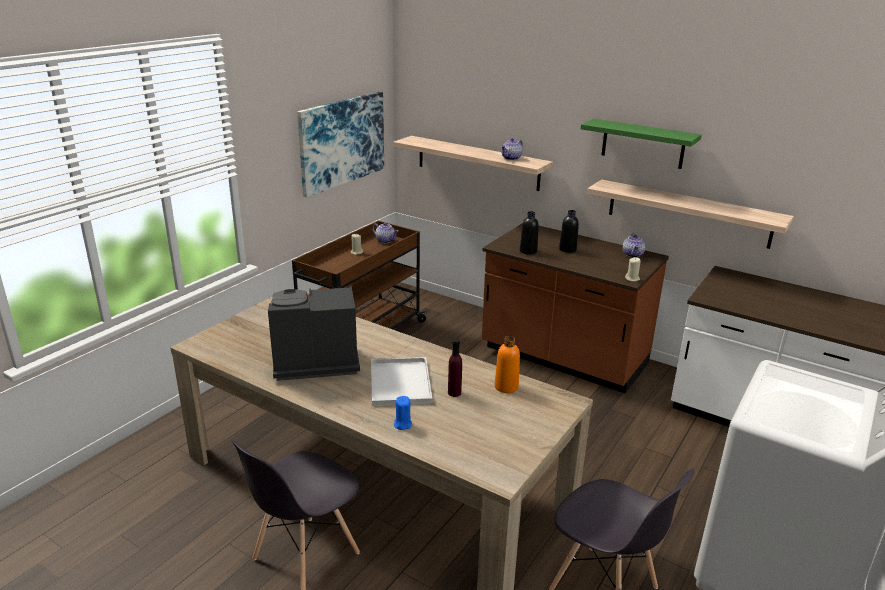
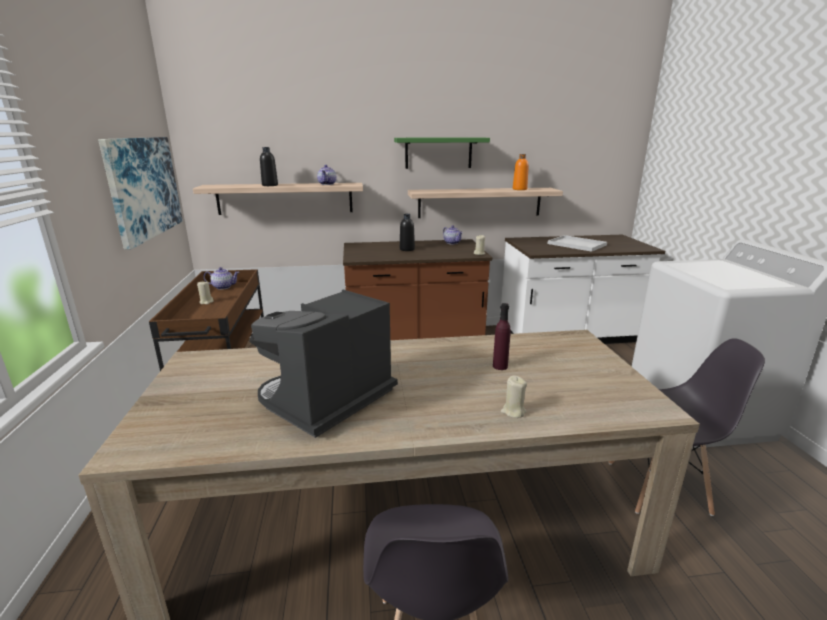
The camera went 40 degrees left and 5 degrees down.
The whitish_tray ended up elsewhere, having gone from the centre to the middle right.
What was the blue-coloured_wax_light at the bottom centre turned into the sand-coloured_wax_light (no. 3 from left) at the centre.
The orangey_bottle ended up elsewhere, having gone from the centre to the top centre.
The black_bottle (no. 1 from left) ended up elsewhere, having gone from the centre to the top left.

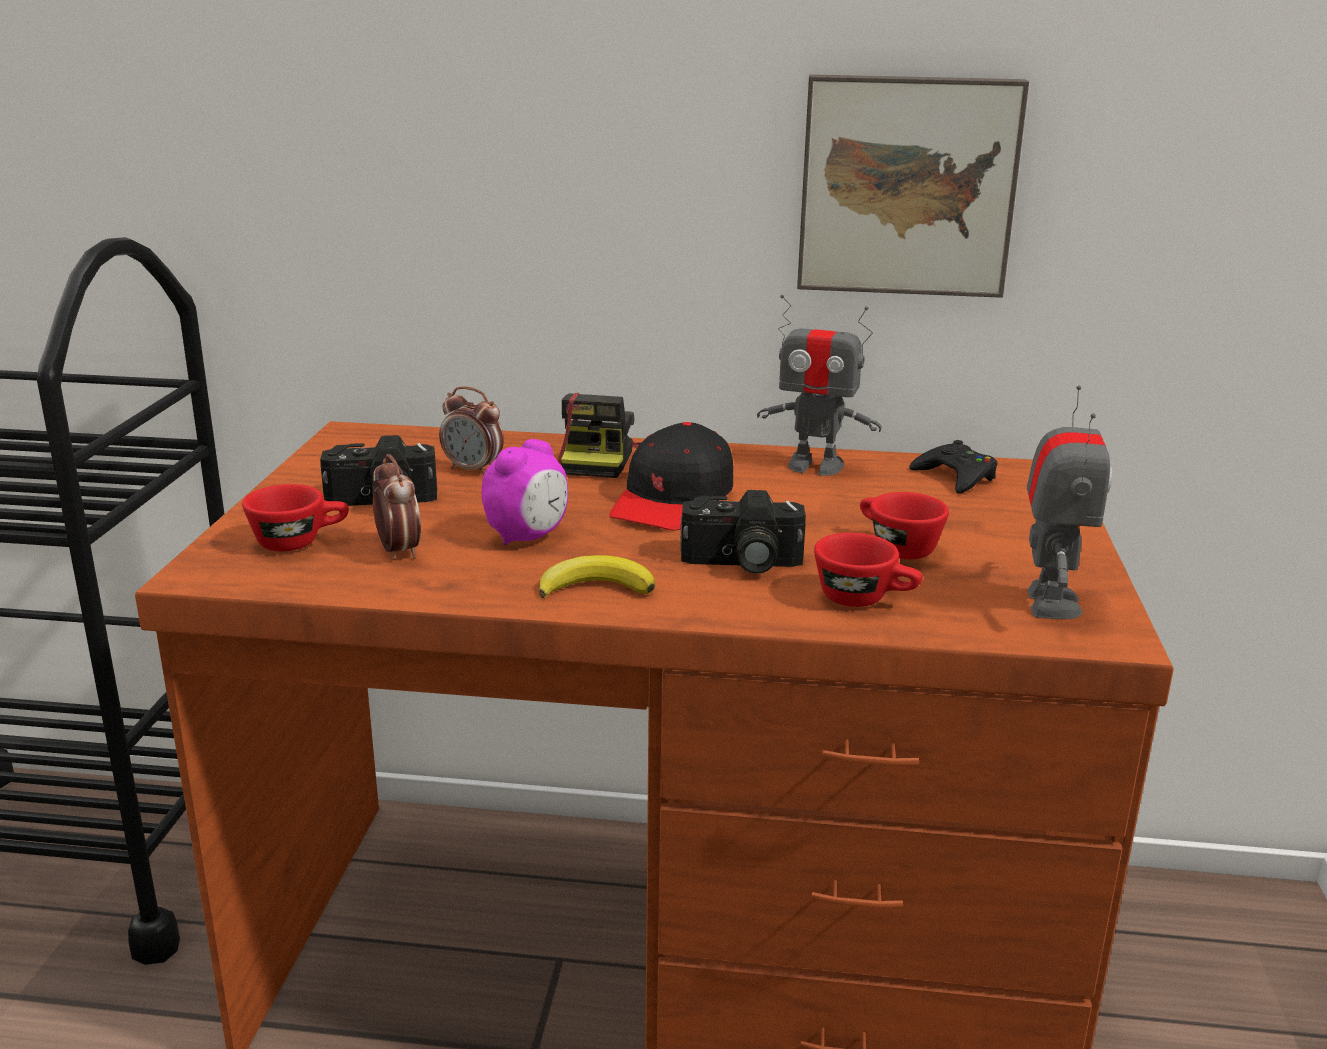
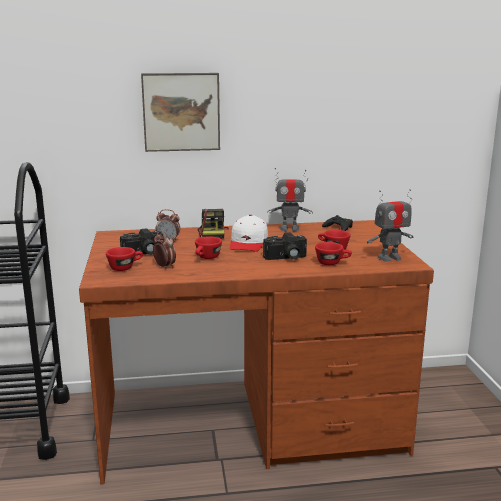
The camera went 15 degrees left and 5 degrees down.
Where the alarm_clock (no. 3 from left) stood at the centre, the reddish_cup (no. 2 from left) came to stand at the centre.
The second view lost the banana at the centre.
What was the black_peaked_cap at the centre turned into the whitish_peaked_cap at the centre.
The picture ended up elsewhere, having gone from the top right to the top centre.
The model_robot (no. 2 from left) at the middle right ended up facing another way, 75 degrees clockwise from before.

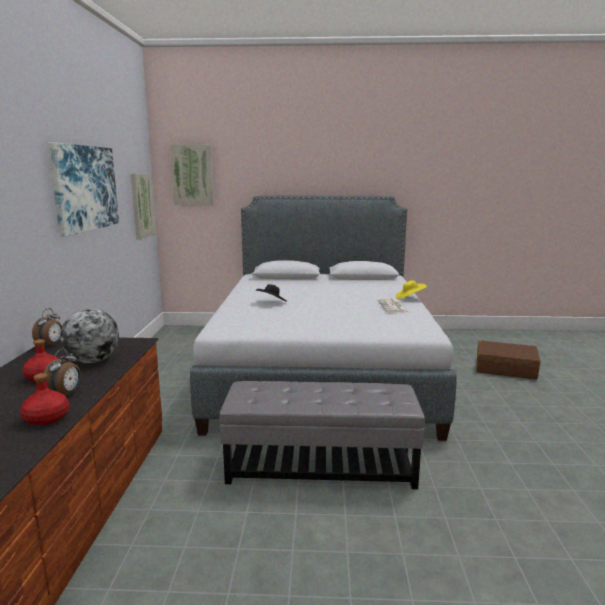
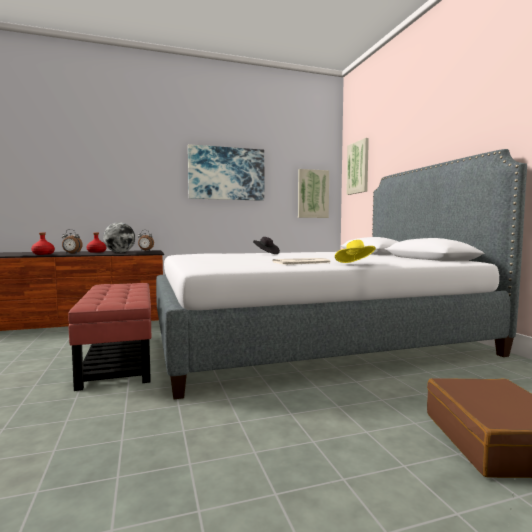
The camera went 70 degrees right and 10 degrees down.
What was the grey_pouffe at the bottom centre turned into the reddish_pouffe at the middle left.

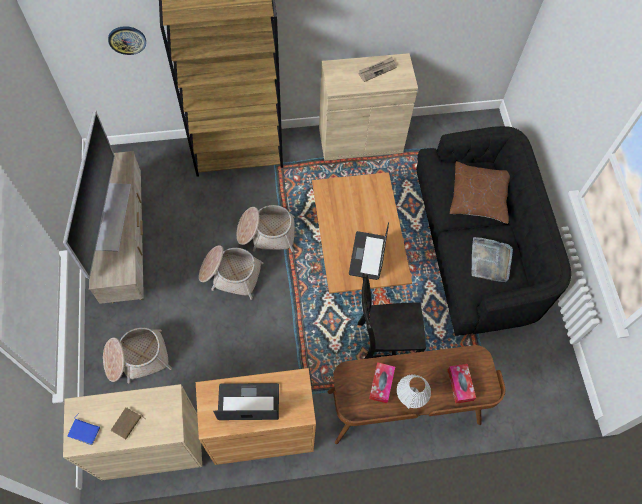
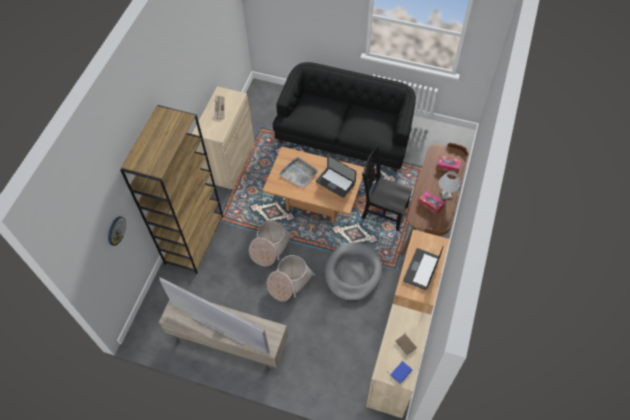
The camera went 60 degrees left and 5 degrees down.
The second view lost the basket (no. 1 from left) at the bottom left.
The black_plain_chair at the centre ended up facing another way, 90 degrees clockwise from before.
The second view lost the brown-coloured_cushion at the middle right.
The grey_tray ended up elsewhere, having gone from the middle right to the centre.
The second view gained the grey_dog_bed at the centre.

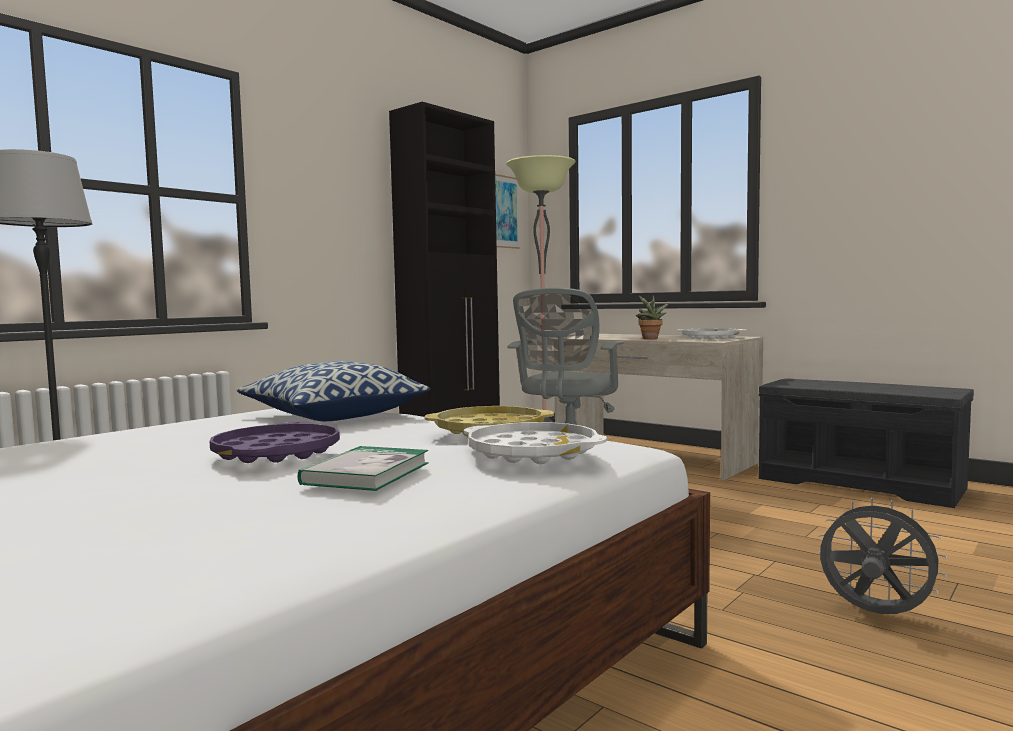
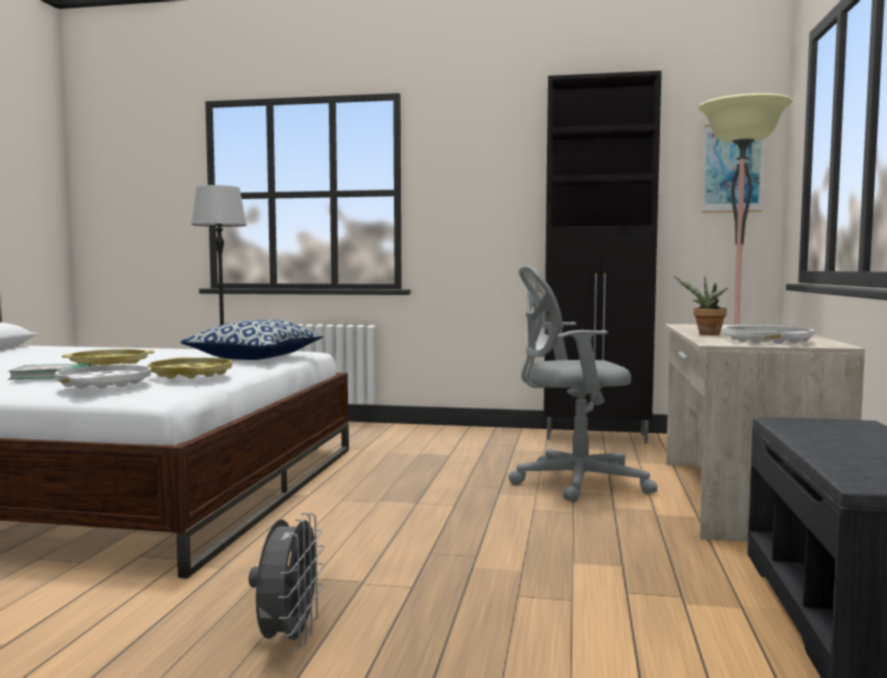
The camera went 60 degrees right and 0 degrees up.
What was the purple_tray at the middle left turned into the yellow-coloured_tray (no. 1 from left) at the middle left.

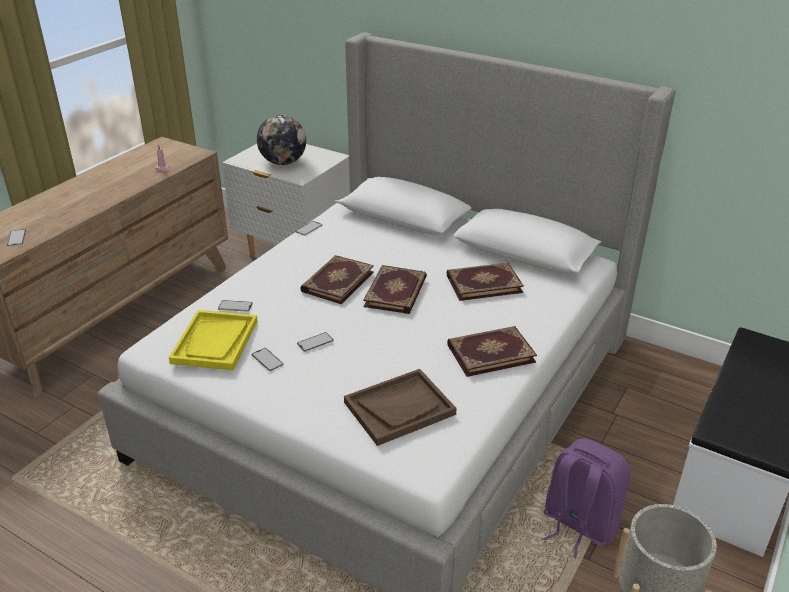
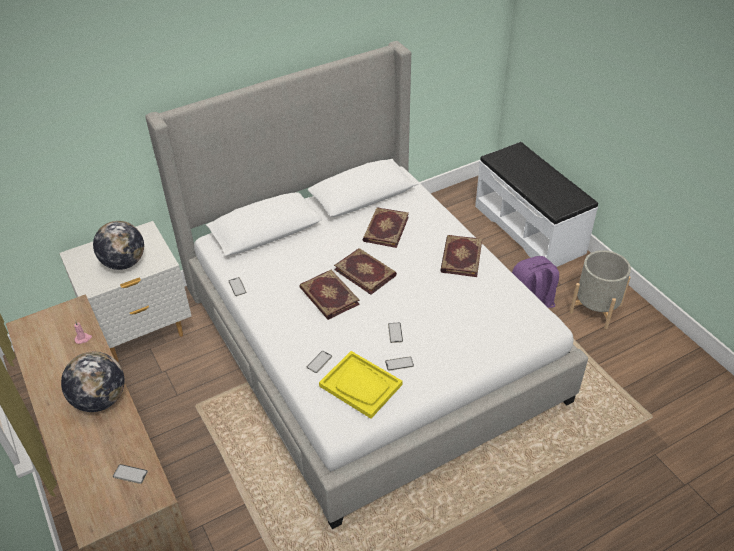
The camera went 60 degrees left and 10 degrees up.
The second view lost the brown-coloured_tray at the bottom centre.
The second view gained the world_globe (no. 1 from left) at the bottom left.

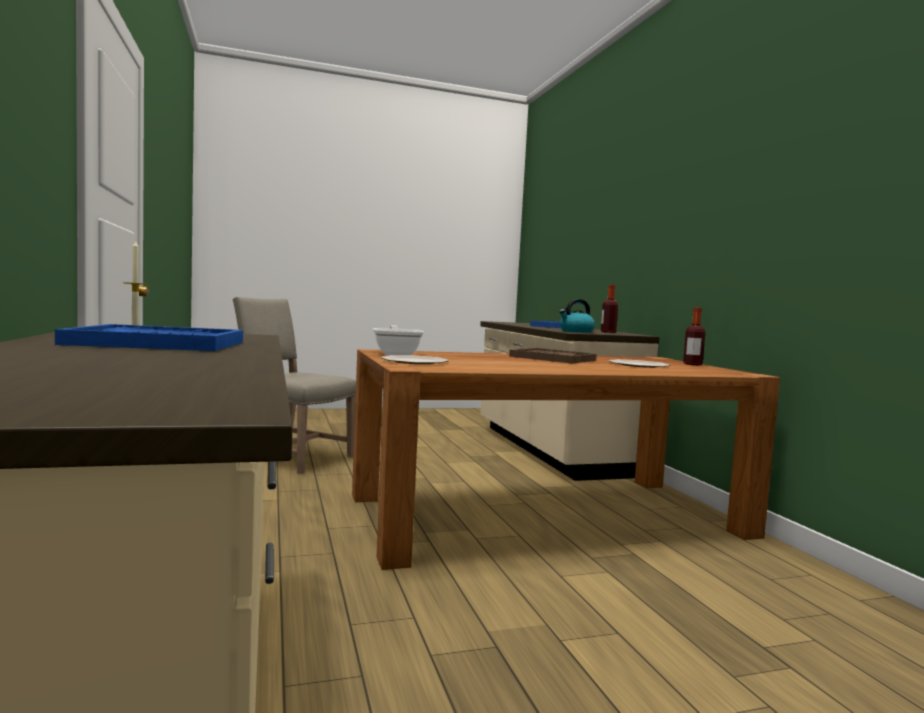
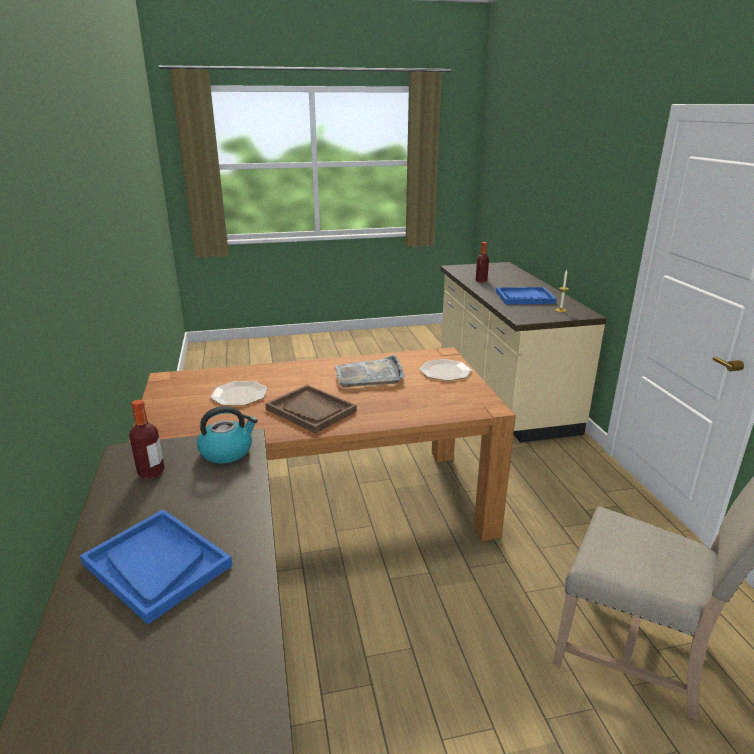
The camera went 175 degrees left and 20 degrees up.
The second view lost the pan at the centre.
The bottle (no. 2 from left) ended up elsewhere, having gone from the middle right to the centre.
The second view gained the grey_tray at the centre.

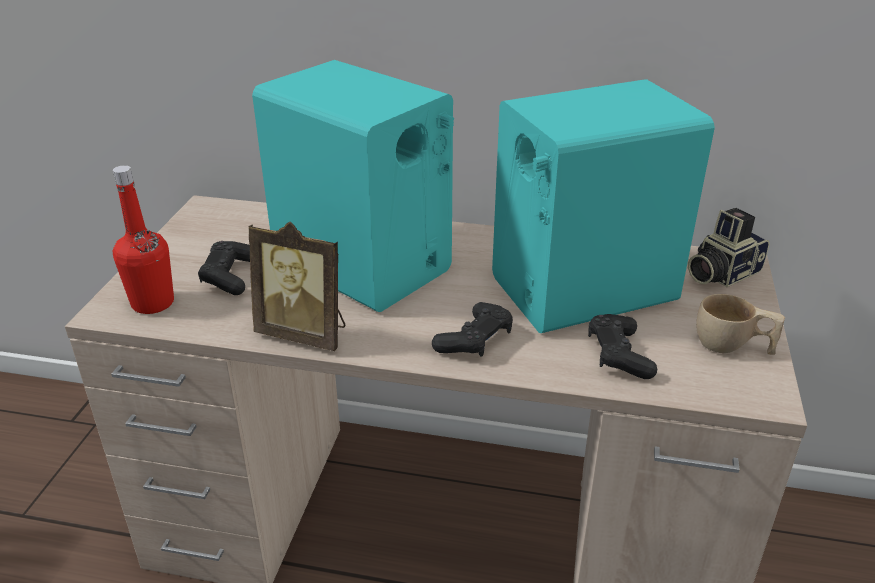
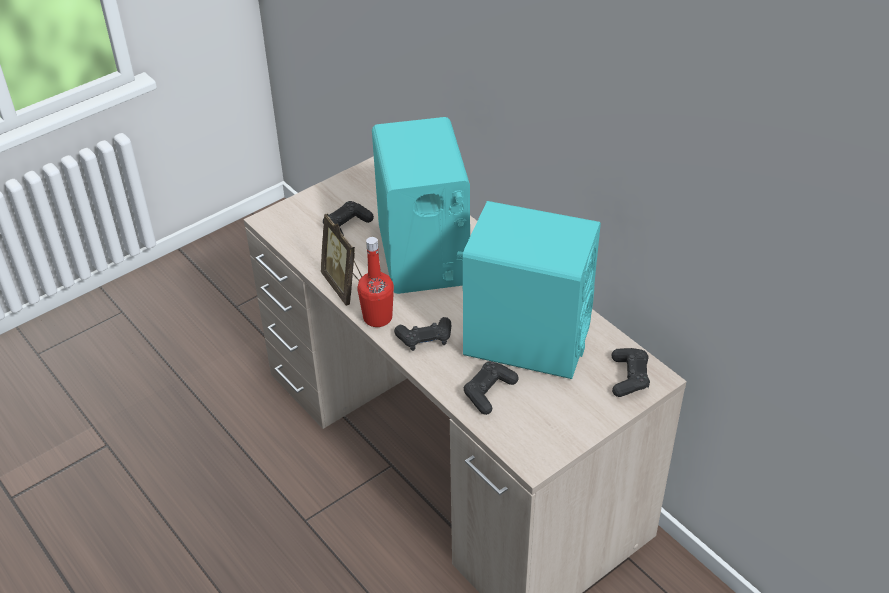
The camera went 40 degrees right and 10 degrees up.
The reddish_bottle ended up elsewhere, having gone from the middle left to the centre.
Where the photo_camera stood at the middle right, the black_game_controller (no. 4 from left) came to stand at the middle right.
The second view lost the sand-coloured_cup at the middle right.

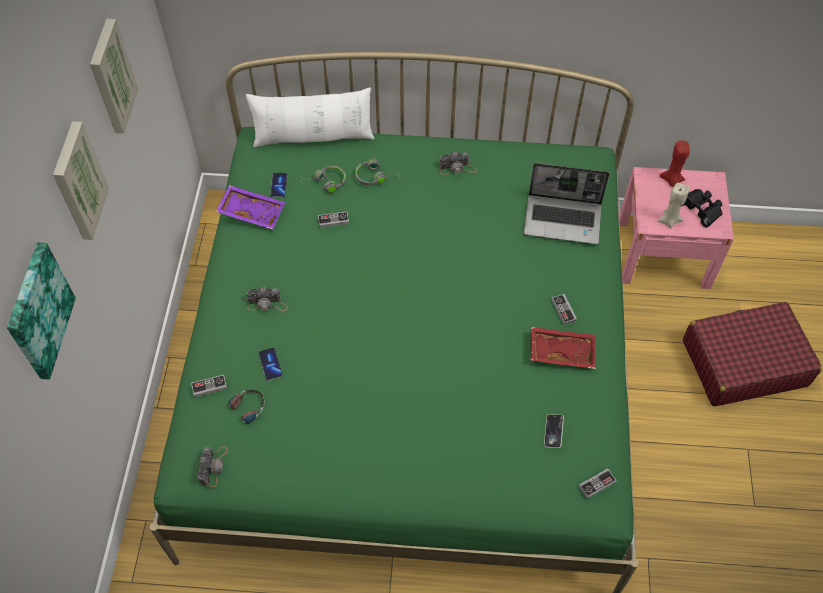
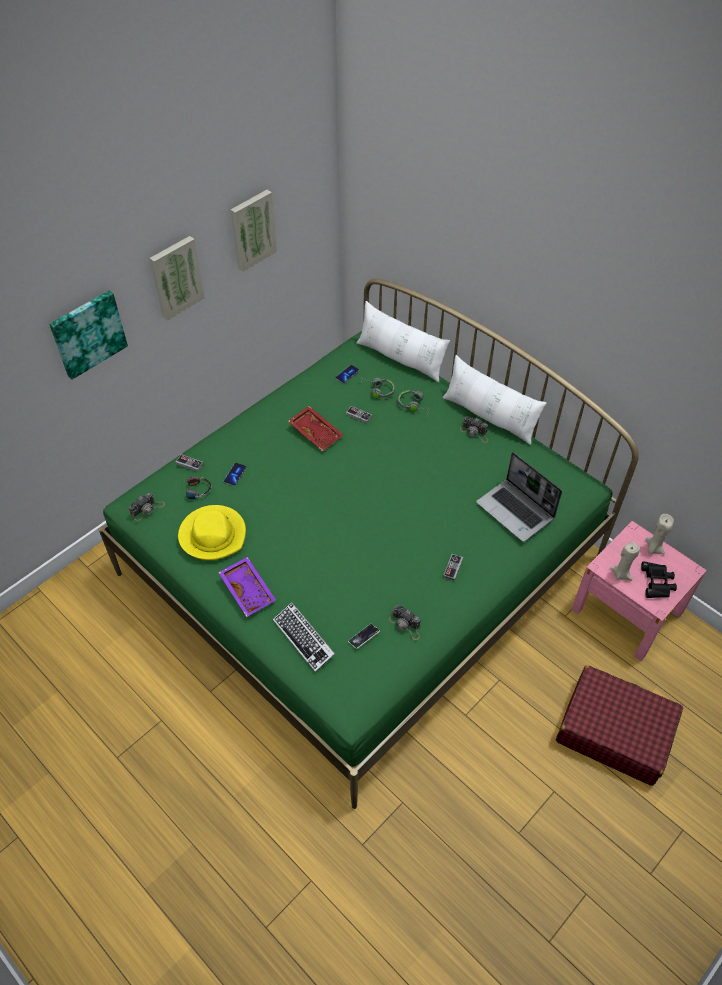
The camera went 40 degrees right and 5 degrees down.
The purple_tray ended up elsewhere, having gone from the middle left to the centre.
The photo_camera (no. 2 from left) ended up elsewhere, having gone from the middle left to the centre.
The reddish_tray ended up elsewhere, having gone from the middle right to the centre.
The second view lost the game_controller (no. 4 from left) at the bottom right.
What was the reddish_wax_light at the top right turned into the sand-coloured_wax_light (no. 2 from left) at the middle right.
The second view gained the yellow-coloured_clothing_hat at the middle left.
The second view gained the PC_keyboard at the centre.
The second view gained the whitish_cushion (no. 2 from left) at the middle right.

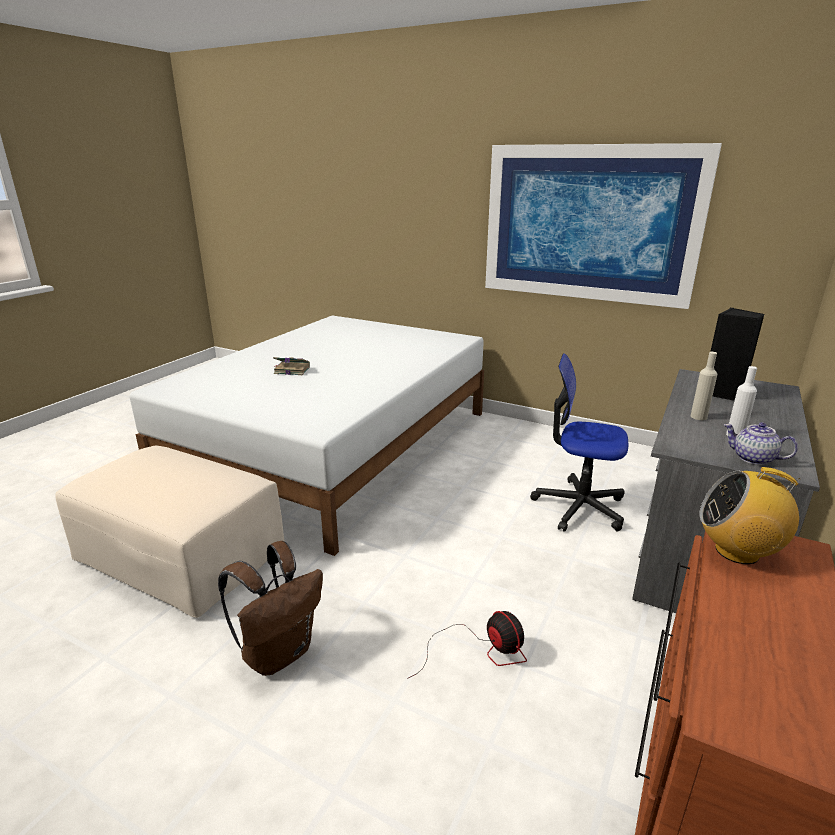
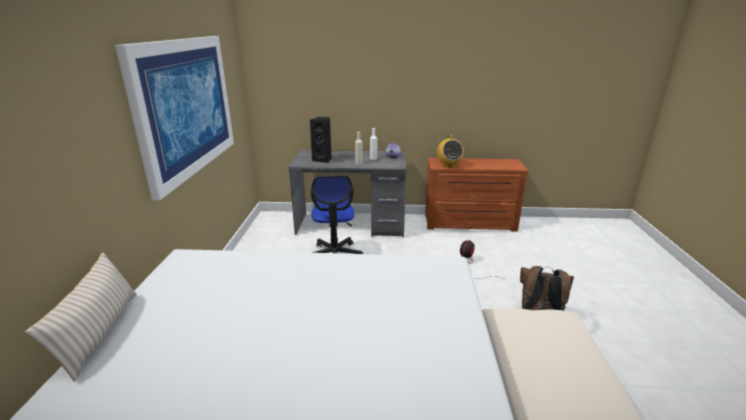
The camera went 115 degrees left and 0 degrees up.
The second view lost the volume at the centre.
The second view gained the sand-coloured_cushion at the bottom left.

